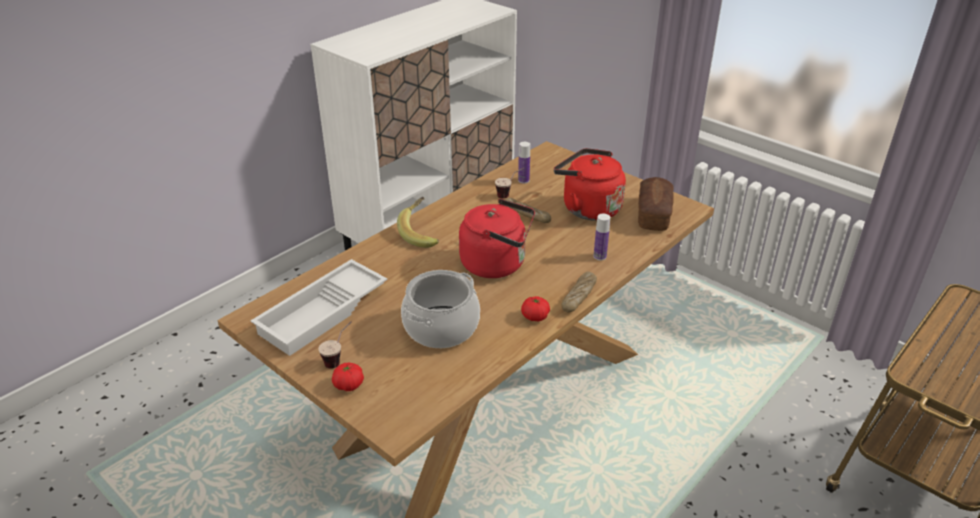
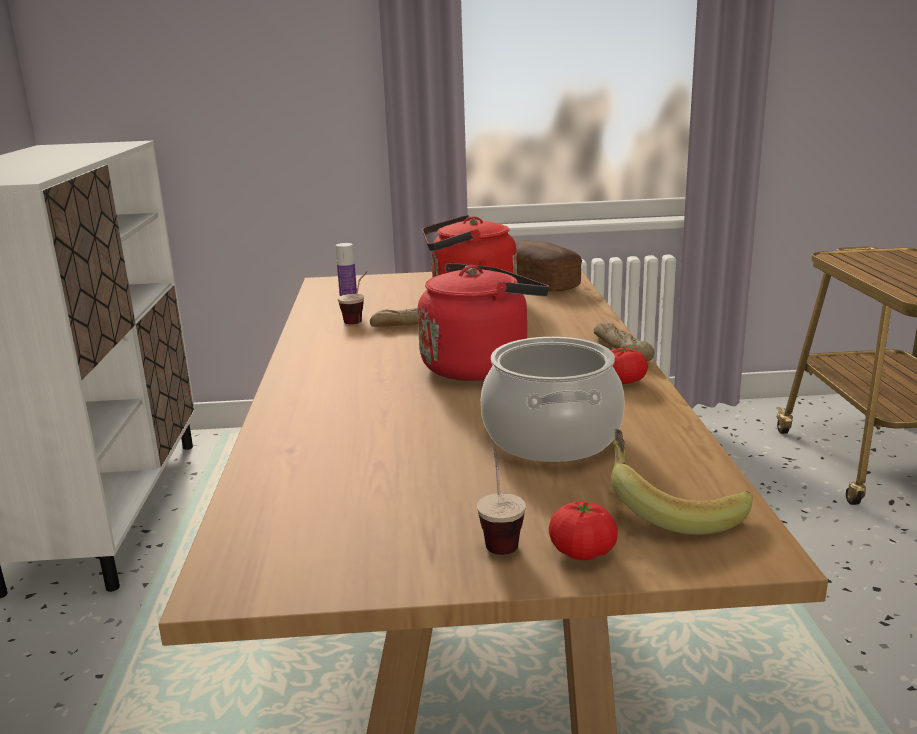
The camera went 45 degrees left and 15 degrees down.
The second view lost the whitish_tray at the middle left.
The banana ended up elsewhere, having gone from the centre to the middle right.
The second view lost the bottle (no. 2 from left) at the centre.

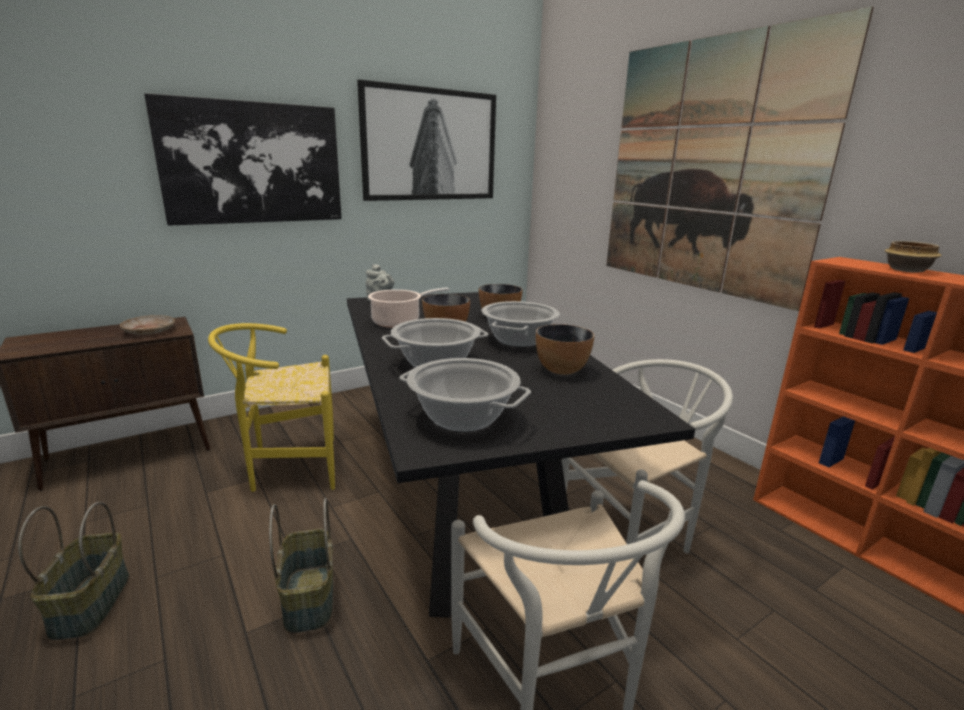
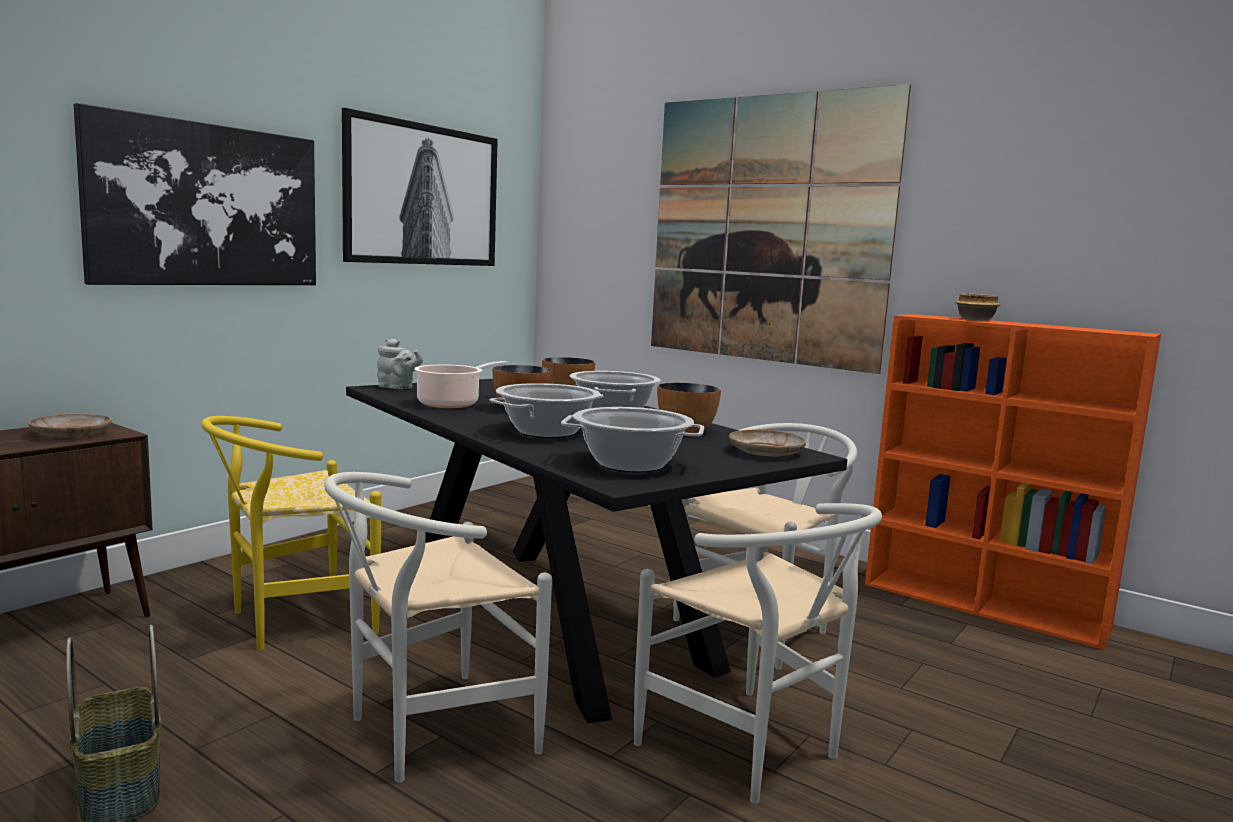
The camera went 20 degrees left and 10 degrees down.
Where the basket (no. 2 from left) stood at the bottom left, the whitish_plain_chair (no. 1 from left) came to stand at the bottom centre.
The second view gained the sand-coloured_plate (no. 2 from left) at the centre.

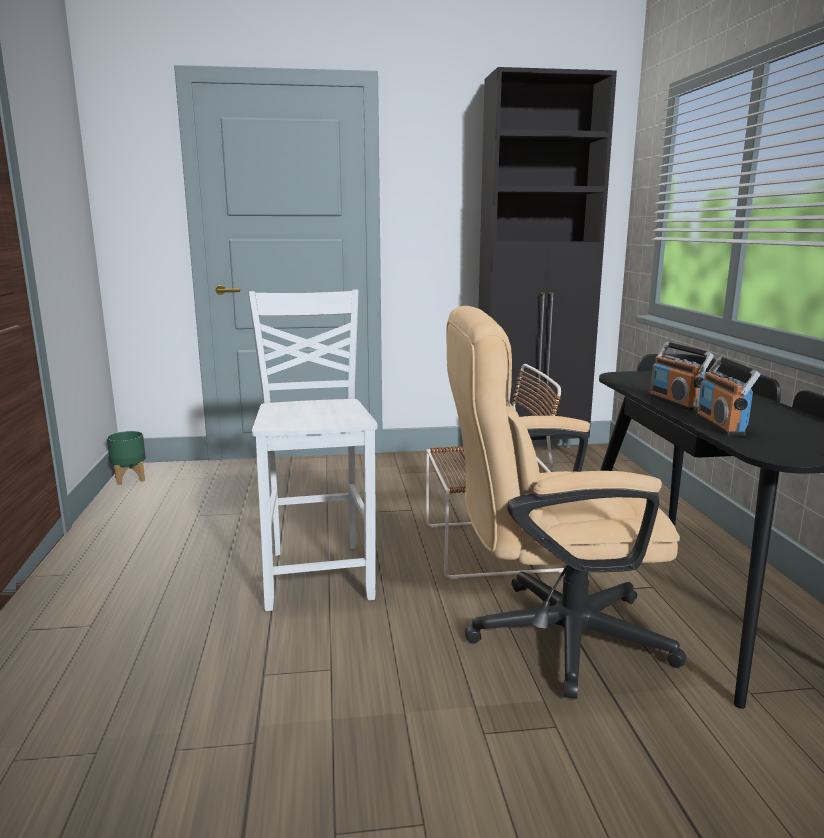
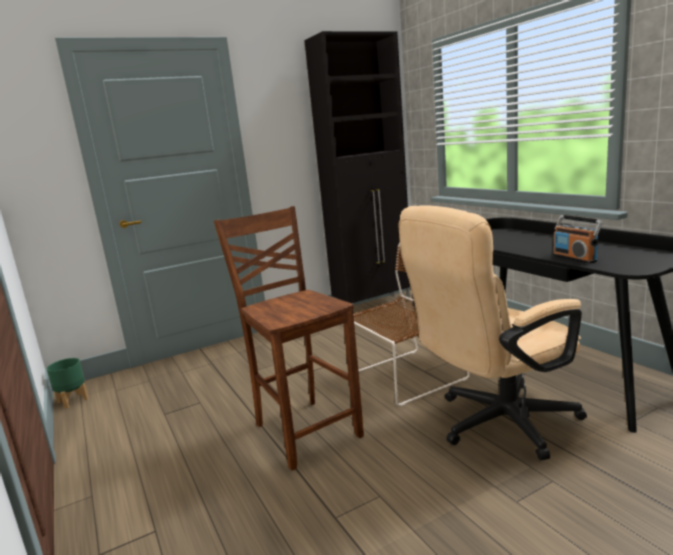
The camera went 20 degrees left and 0 degrees up.
What was the whitish_plain_chair at the centre turned into the brown-coloured_plain_chair (no. 1 from left) at the centre.
The second view lost the radio (no. 1 from left) at the middle right.

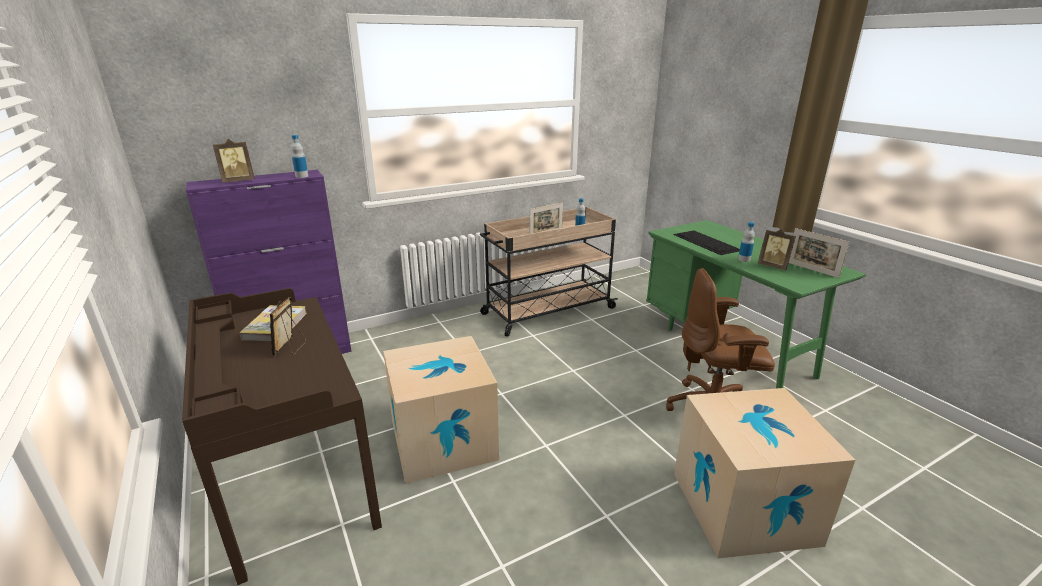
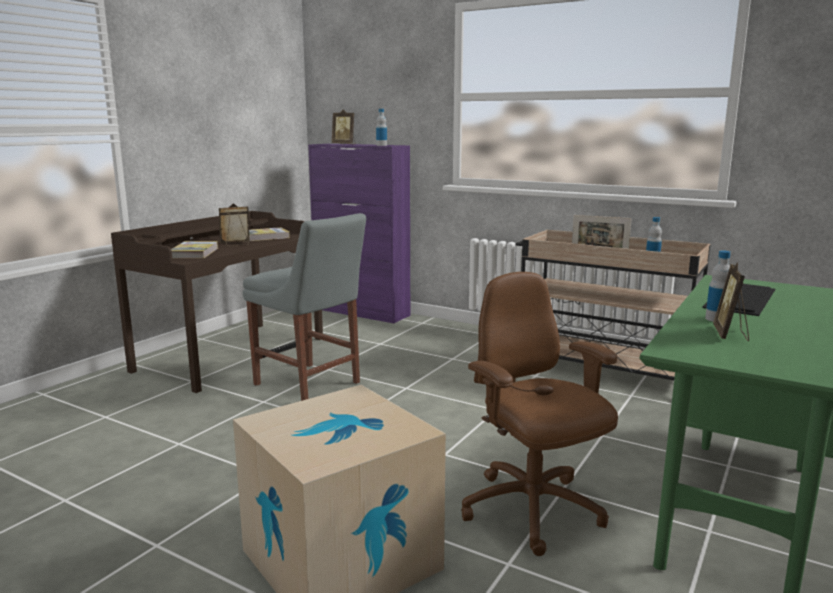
The camera went 60 degrees right and 10 degrees down.
Where the cardboard_box (no. 1 from left) stood at the bottom centre, the grey_plain_chair came to stand at the centre.
The second view lost the photo_frame (no. 5 from left) at the middle right.
The second view gained the volume (no. 1 from left) at the middle left.

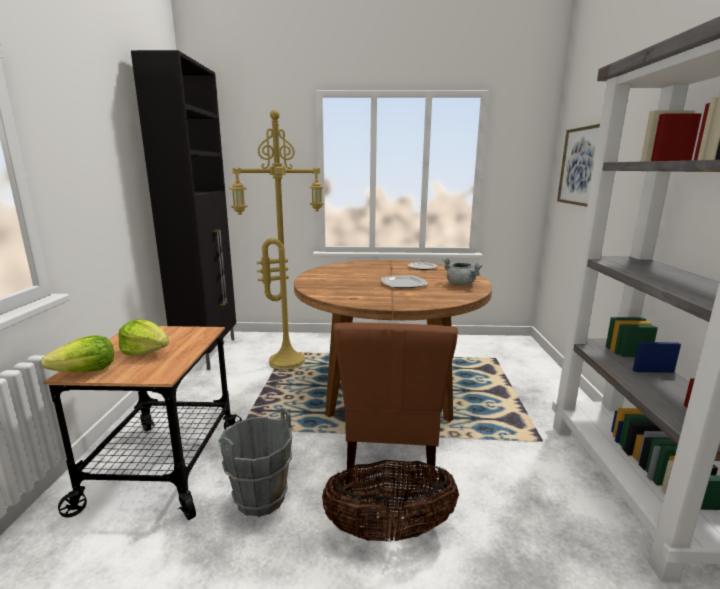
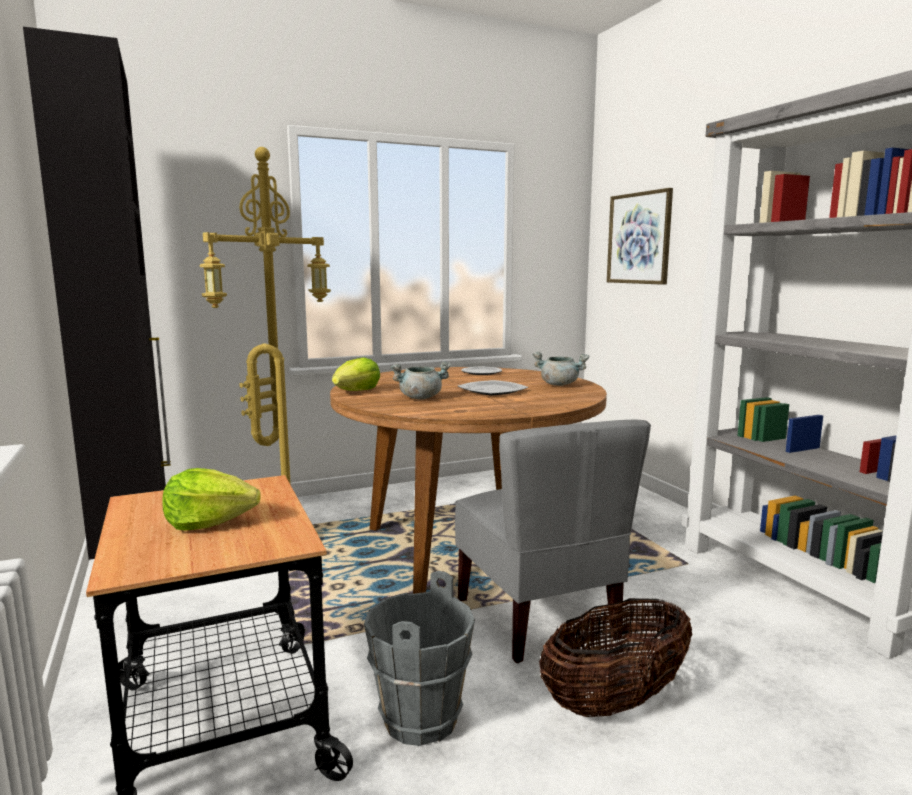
The camera went 25 degrees left and 5 degrees down.
The lettuce_head (no. 1 from left in the first image) ended up elsewhere, having gone from the middle left to the centre.
What was the brown-coloured_plain_chair at the bottom centre turned into the grey_plain_chair at the bottom centre.
The second view gained the grey_cooking_pot (no. 1 from left) at the centre.

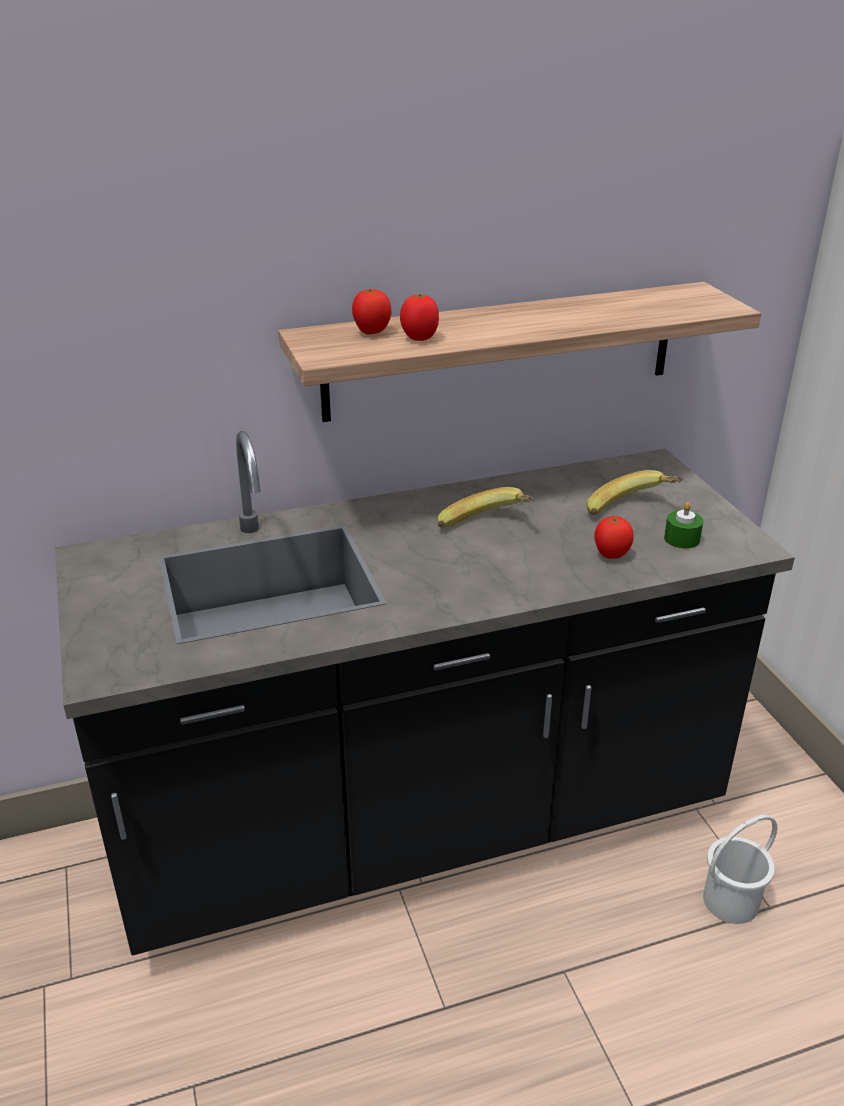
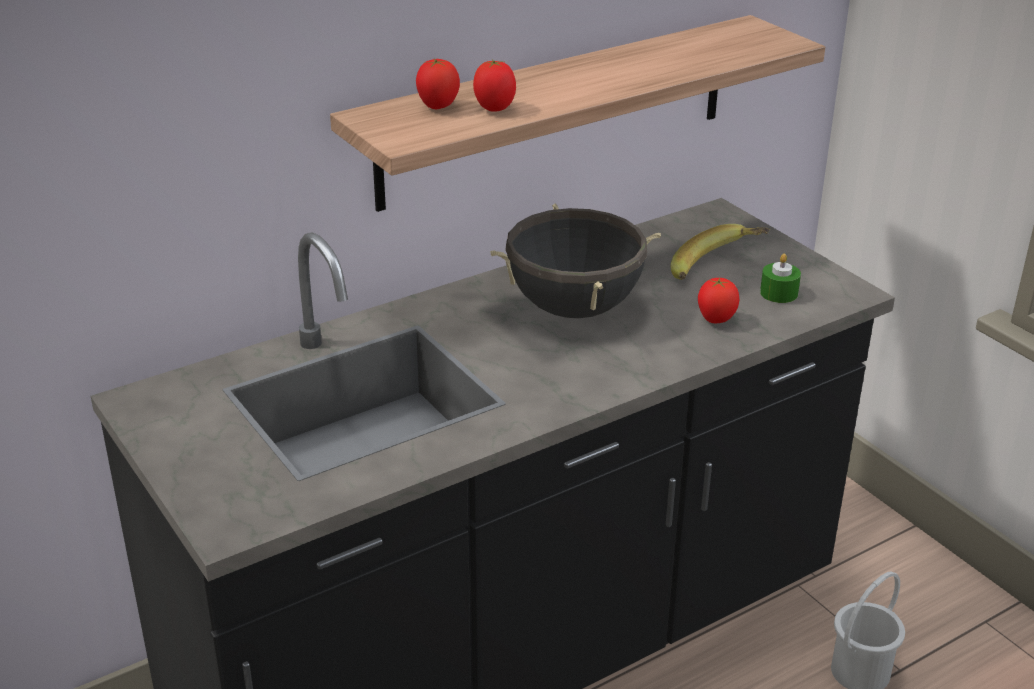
The camera went 15 degrees left and 0 degrees up.
Where the banana (no. 1 from left) stood at the centre, the black_cooking_pot came to stand at the centre.

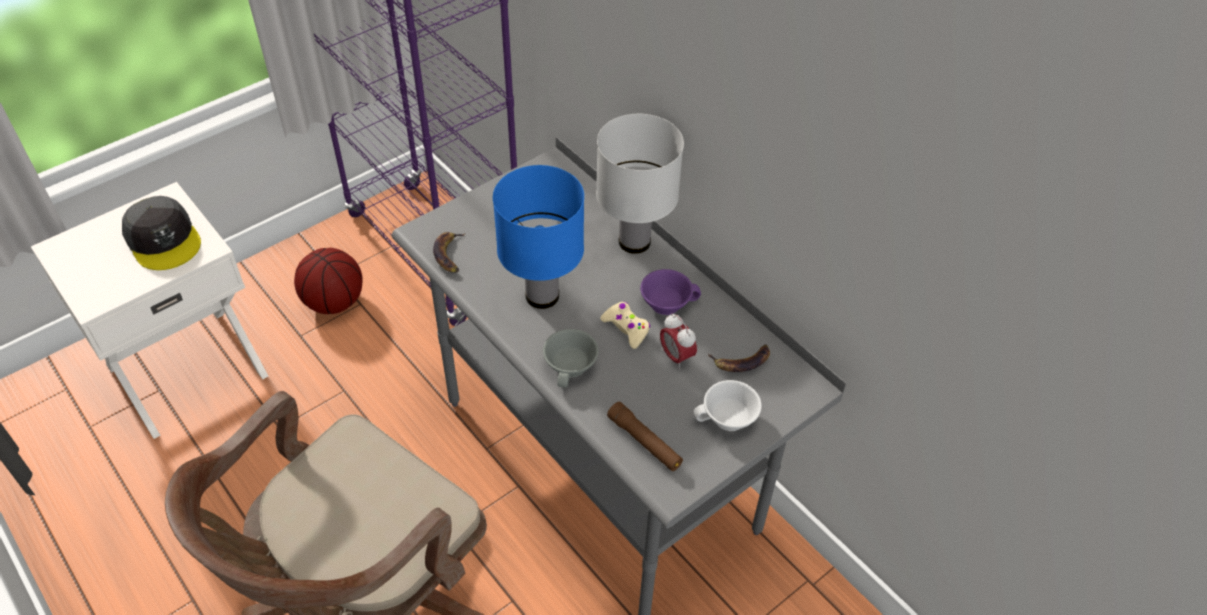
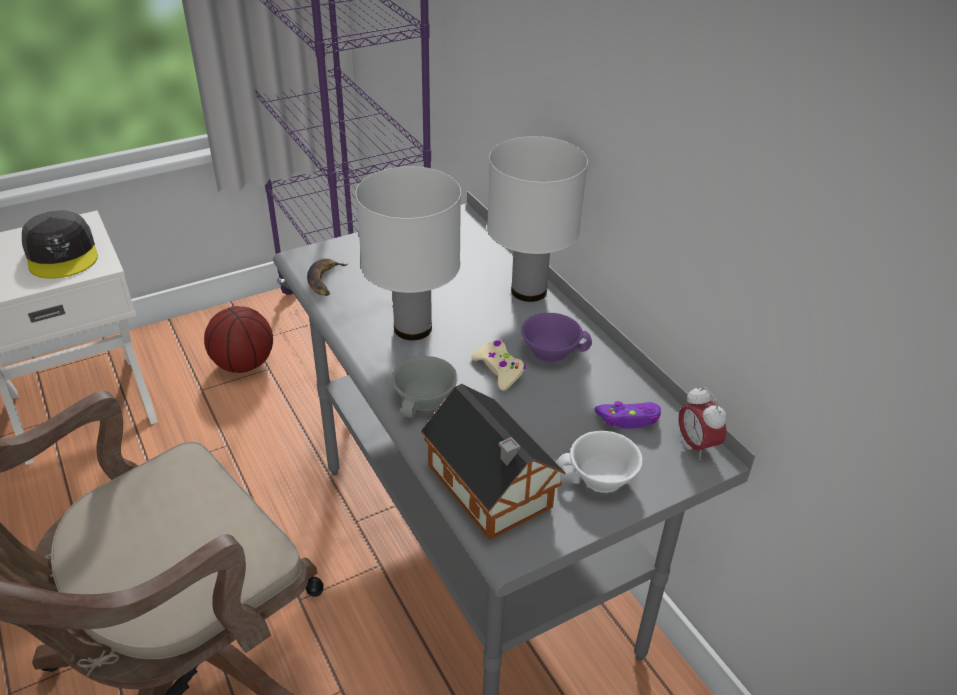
The camera went 10 degrees right and 10 degrees down.
What was the blue-coloured_table_lamp at the centre turned into the whitish_table_lamp (no. 1 from left) at the centre.
Where the brown-coloured_flashlight stood at the bottom centre, the miniature_house came to stand at the centre.
The alarm_clock ended up elsewhere, having gone from the centre to the middle right.
Where the banana (no. 2 from left) stood at the centre, the purple_game_controller came to stand at the centre.

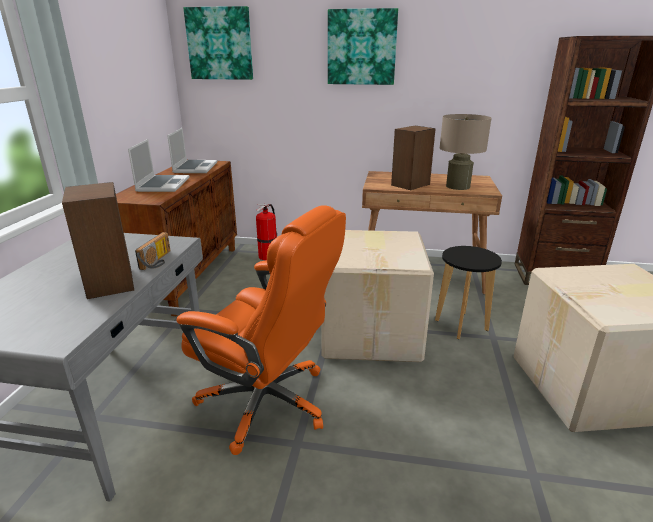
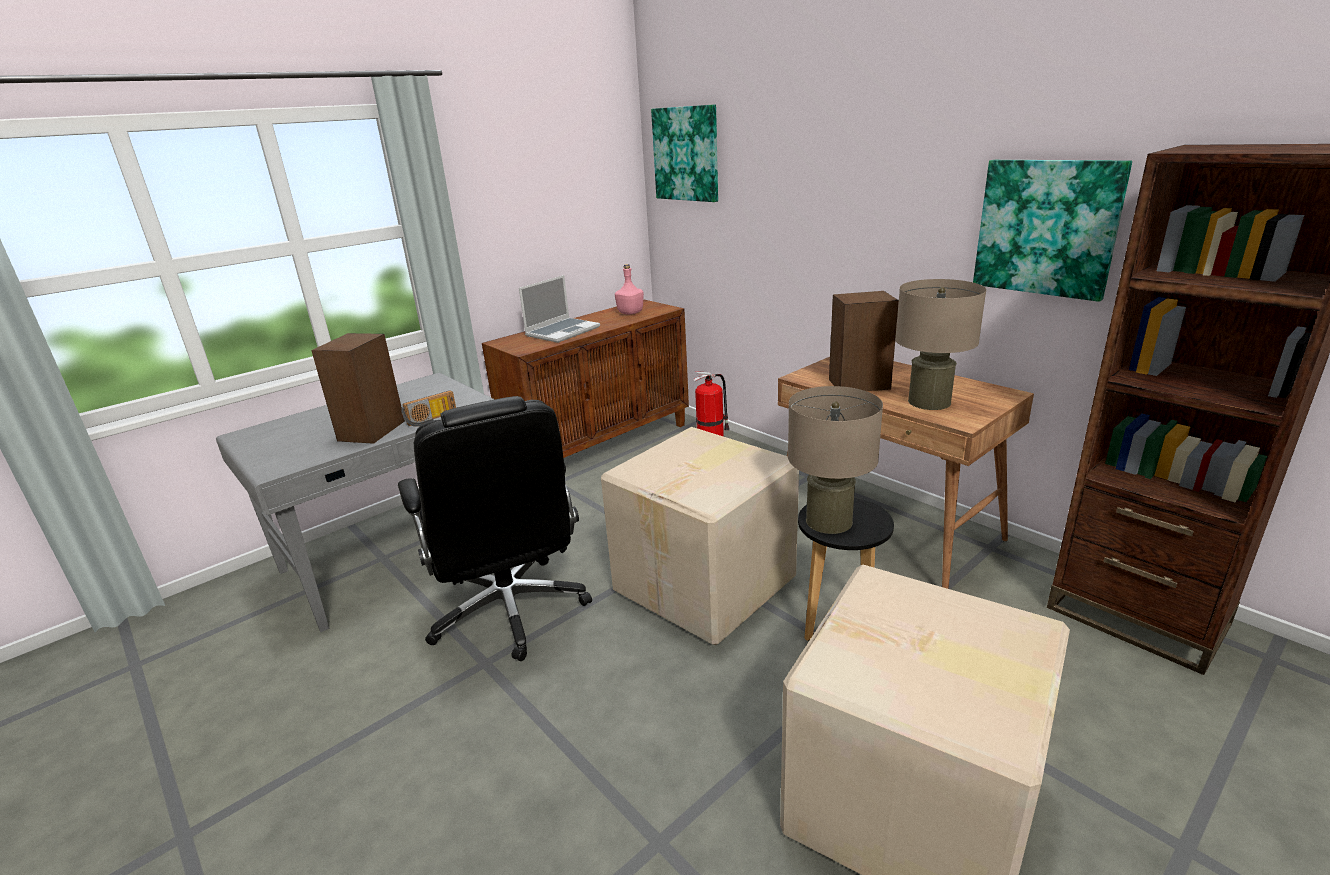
The camera went 40 degrees right and 0 degrees up.
Where the laptop (no. 2 from left) stood at the top left, the pink_bottle came to stand at the top centre.
What was the orangey_computer_chair at the centre turned into the black_computer_chair at the centre.
The picture (no. 2 from left) ended up elsewhere, having gone from the top centre to the top right.
The second view gained the sand-coloured_table_lamp (no. 1 from left) at the centre.

